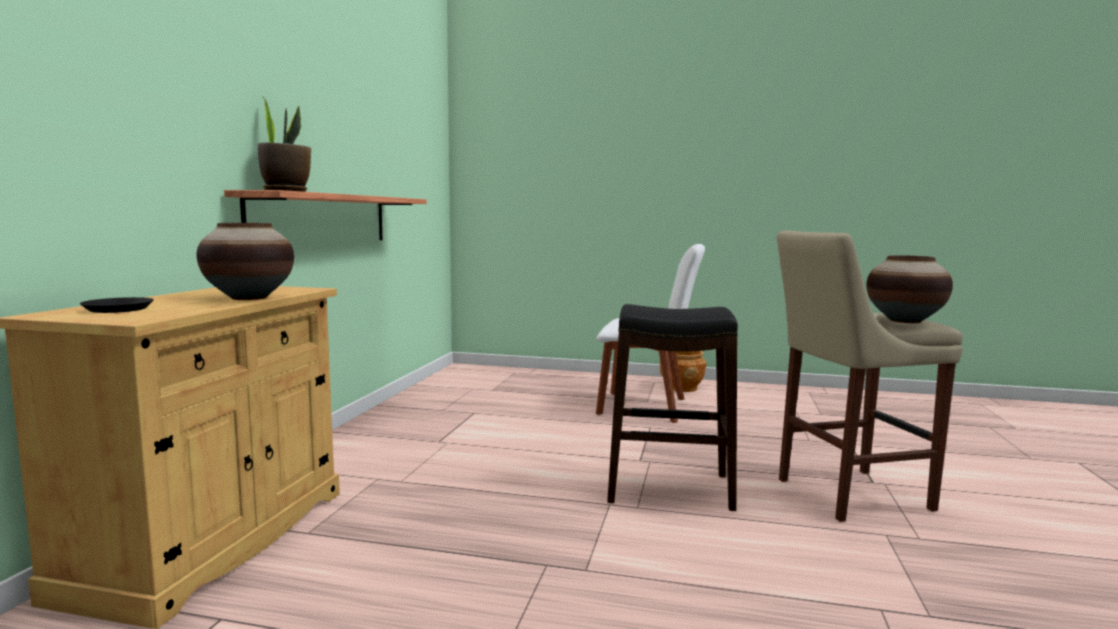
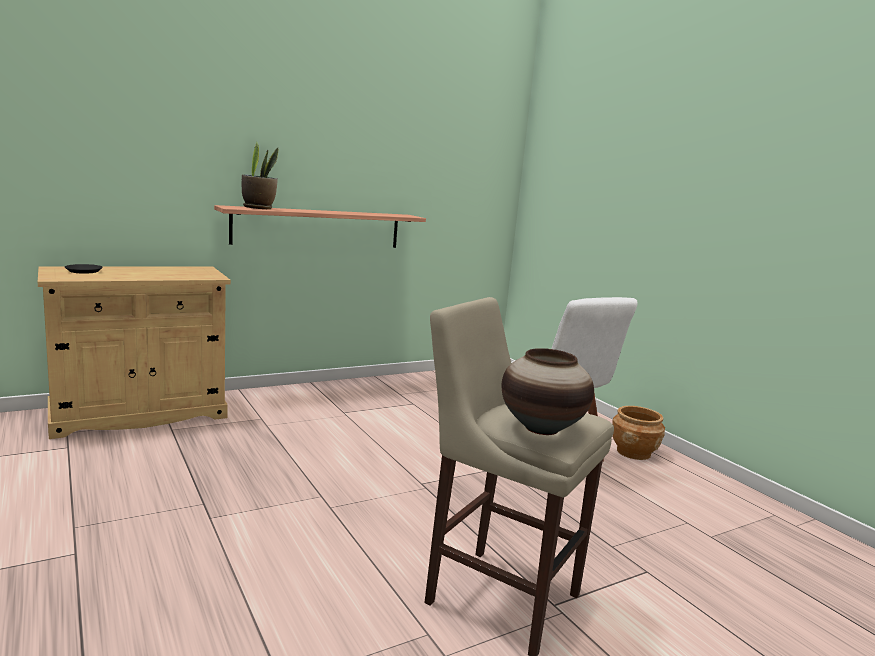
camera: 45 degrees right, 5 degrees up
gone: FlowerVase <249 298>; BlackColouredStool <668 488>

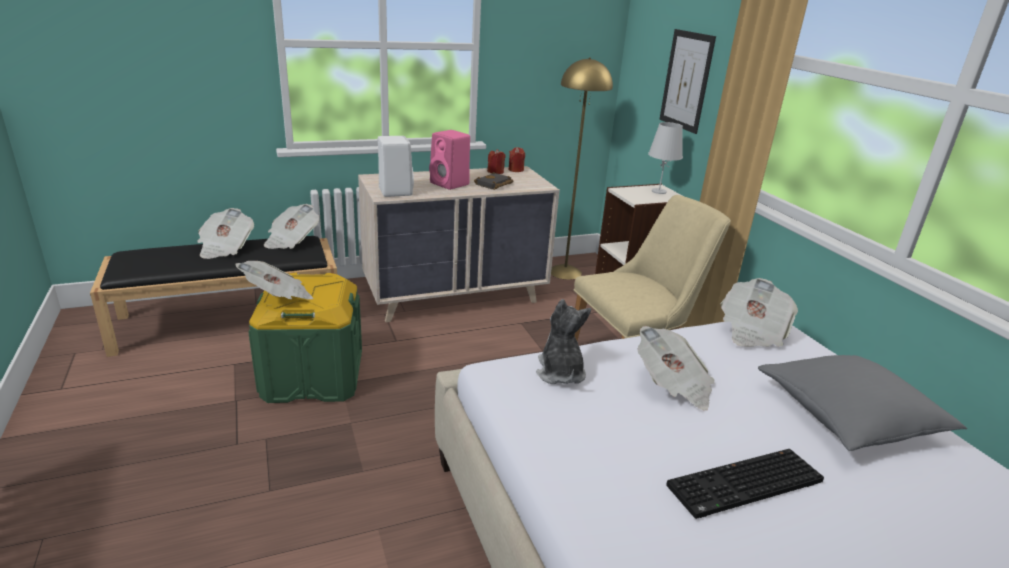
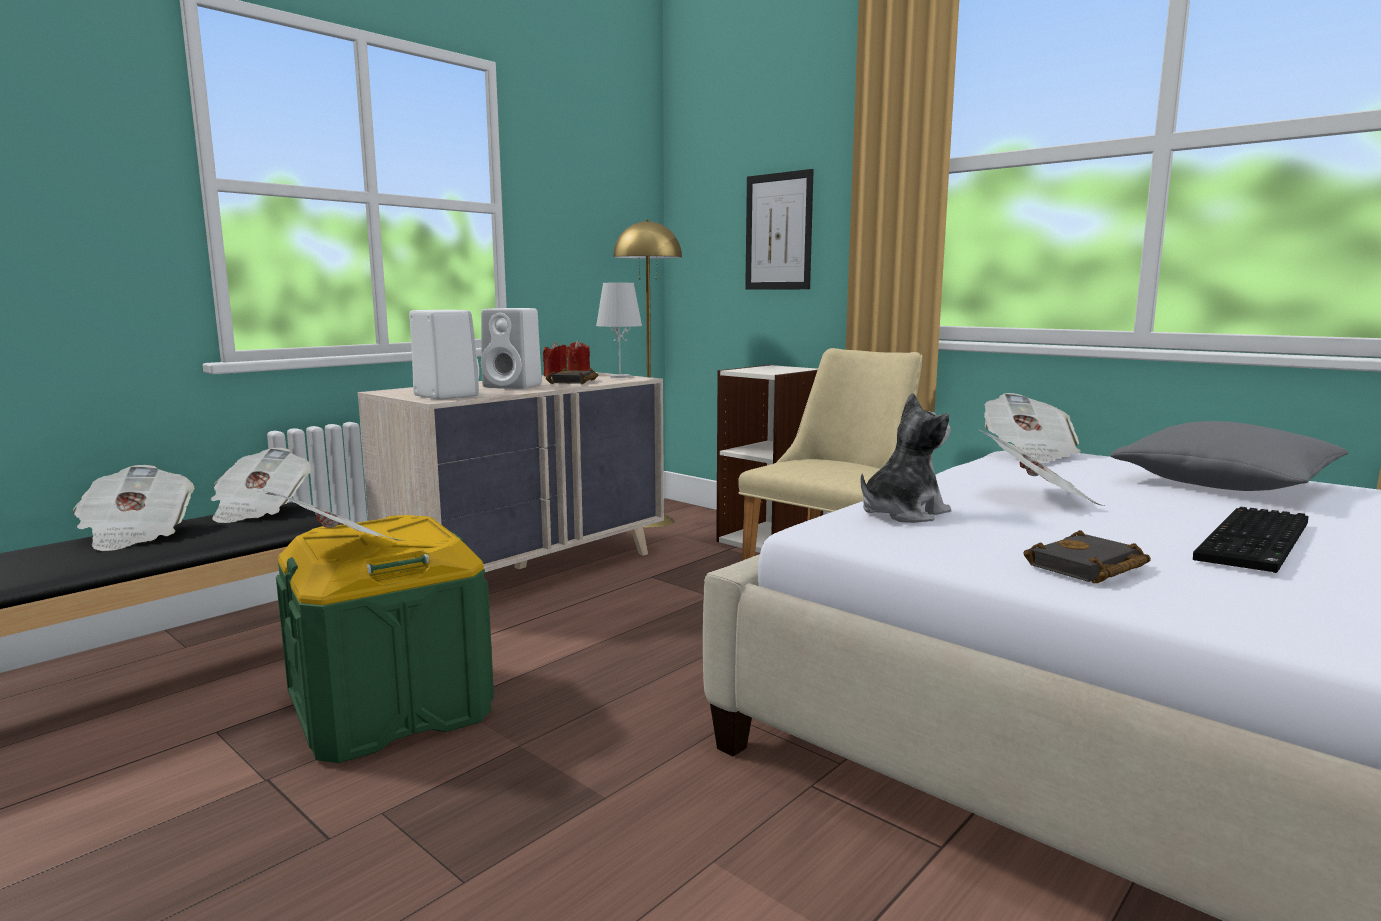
camera: 25 degrees left, 15 degrees down
new: BlackColouredBook <1087 568>
shifted: WhiteColouredLampForATable <659 191> to <620 376>
repainted: PinkAudioSpeaker <450 184> to WhiteColouredAudioSpeaker <514 386>
rotated: PlushToy <560 372> = <902 513> 90 degrees clockwise

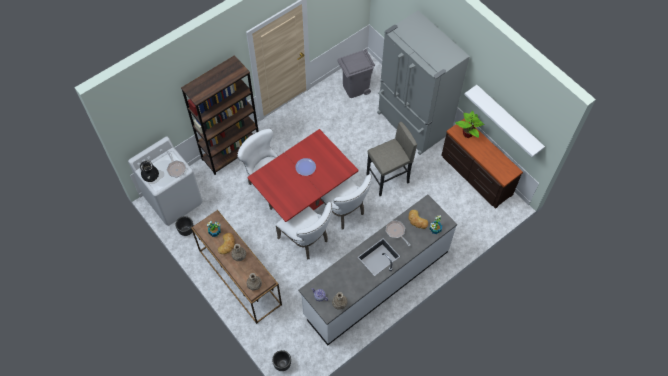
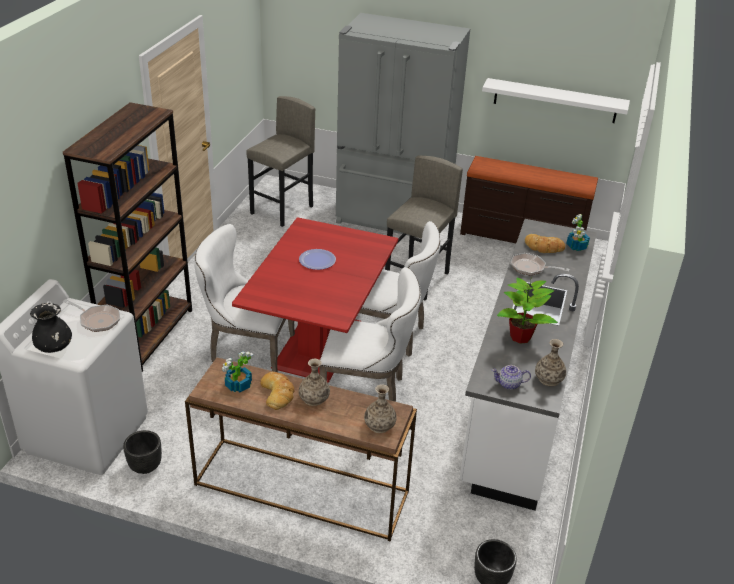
camera: 35 degrees left, 25 degrees down
shifted: PlantInAPot <468 134> to <521 337>
swapped: GreyRubbishBin <355 88> to GreyStool <282 210>

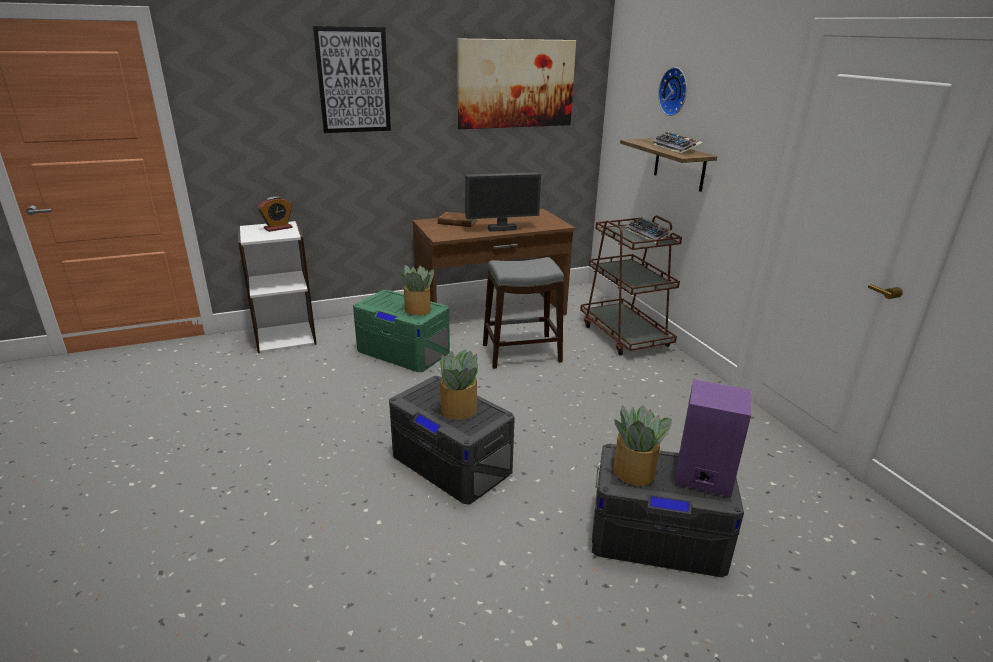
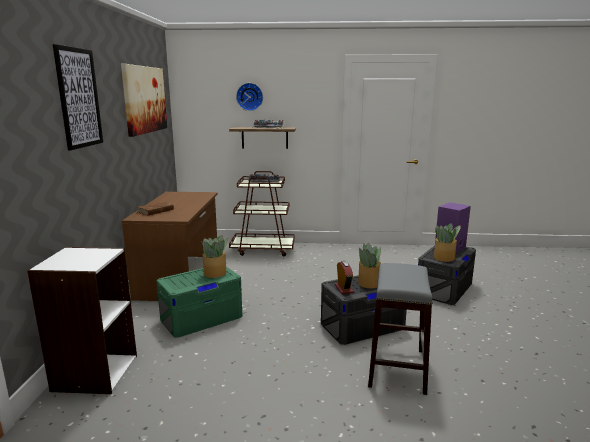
camera: 65 degrees left, 10 degrees down
gone: ComputerDisplay <501 229>
shifted: AlarmClock <278 228> to <343 289>; GreyStool <522 353> to <397 367>

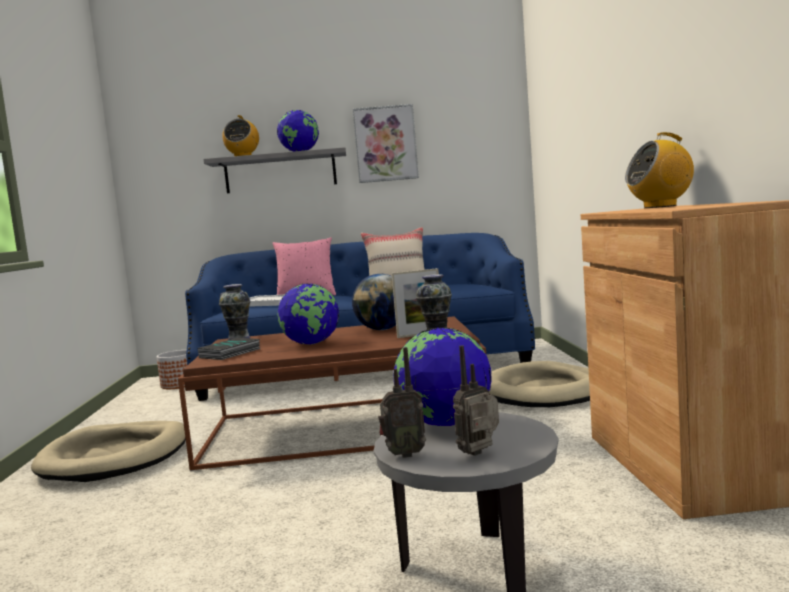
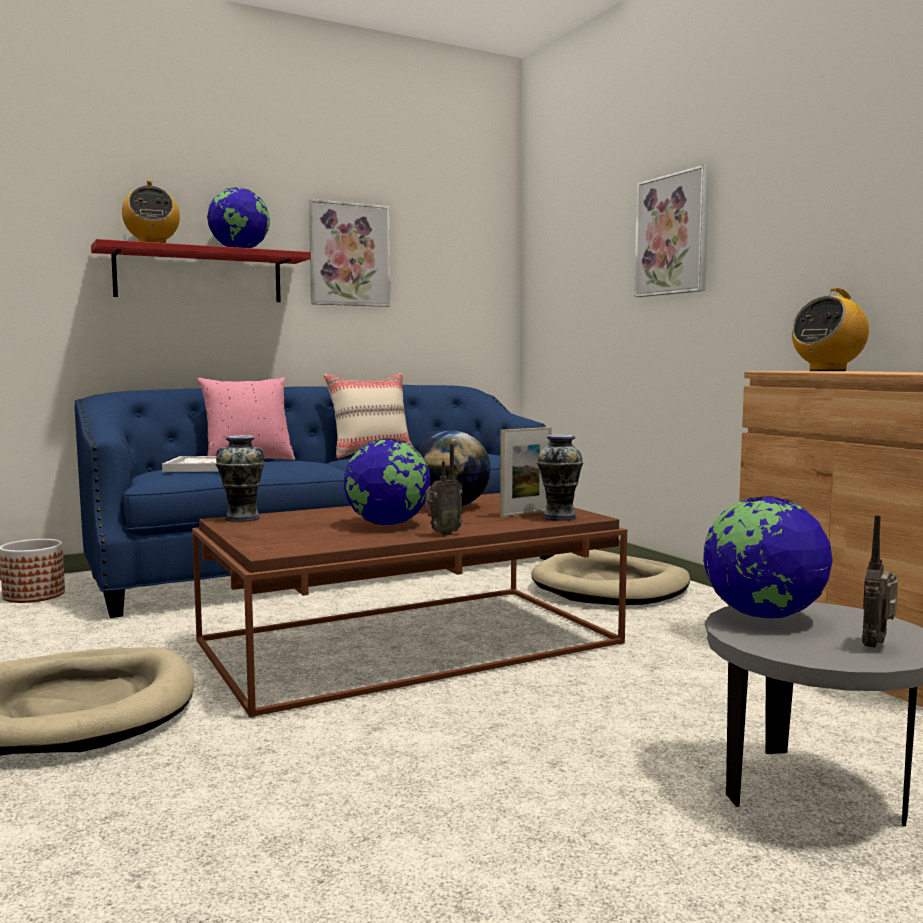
camera: 25 degrees left, 0 degrees up
gone: Book <230 353>
new: WallPicture <672 235>
shifted: RadioReceiver <403 454> to <442 534>
repainted: GreyShelf <280 172> to RedShelf <199 275>

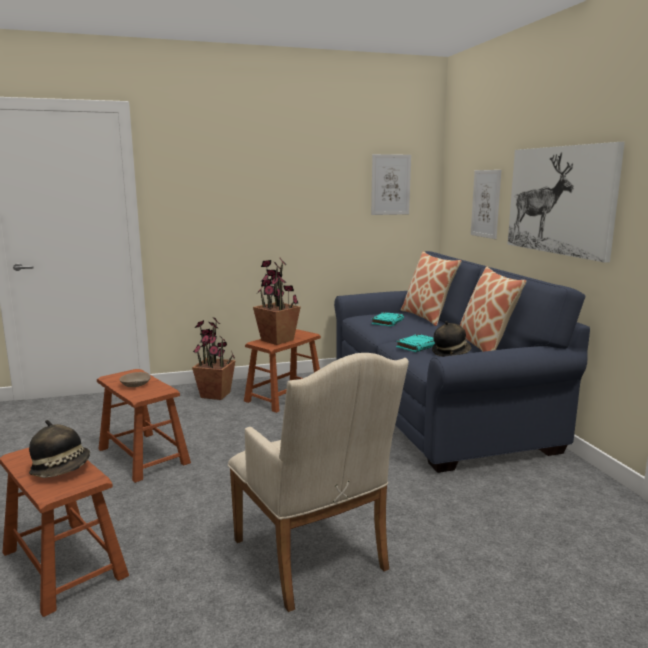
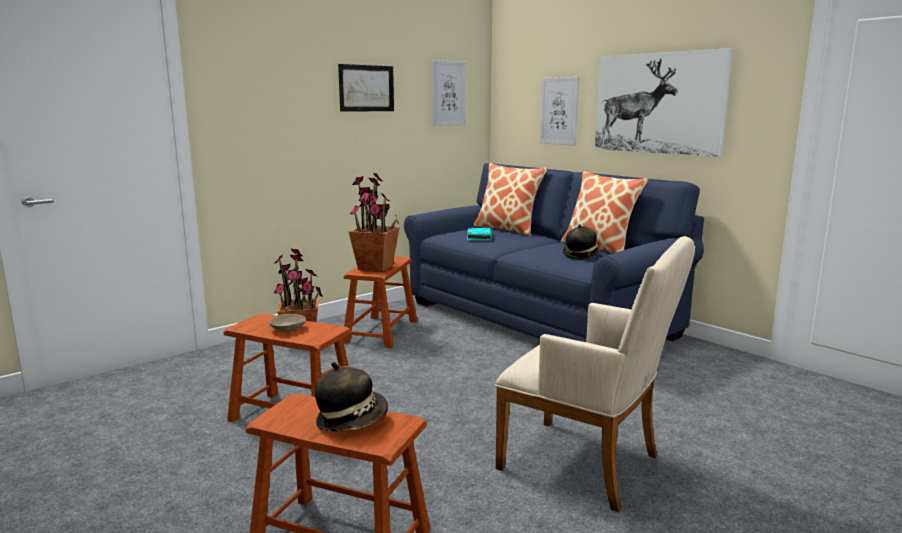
camera: 25 degrees left, 0 degrees up
gone: BlueGreenBook <417 346>
new: WallPicture <366 88>

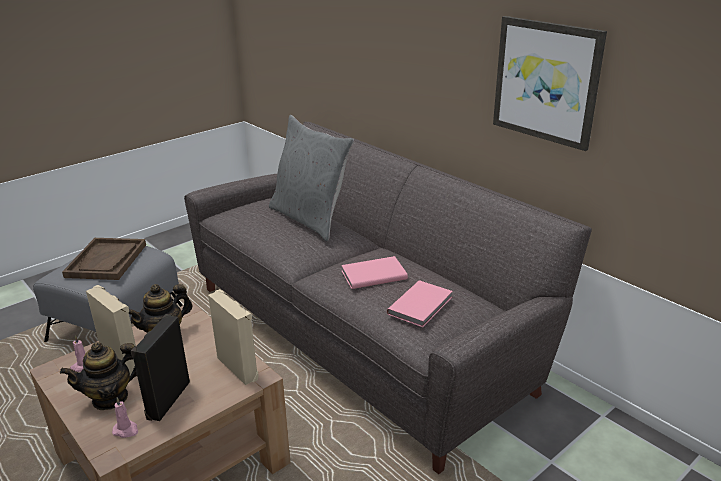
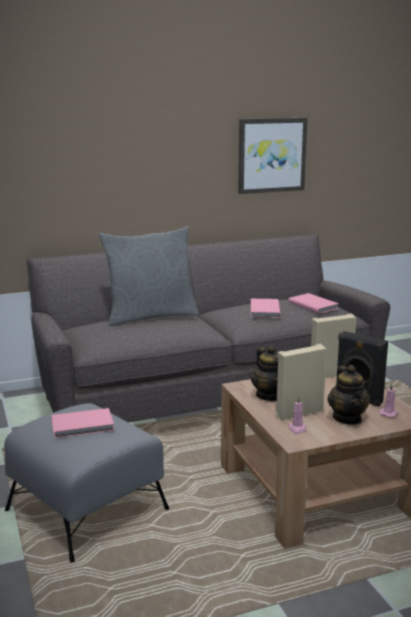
camera: 70 degrees left, 10 degrees down
swapped: BrownishCarryingTray <106 261> to PinkBook <83 425>

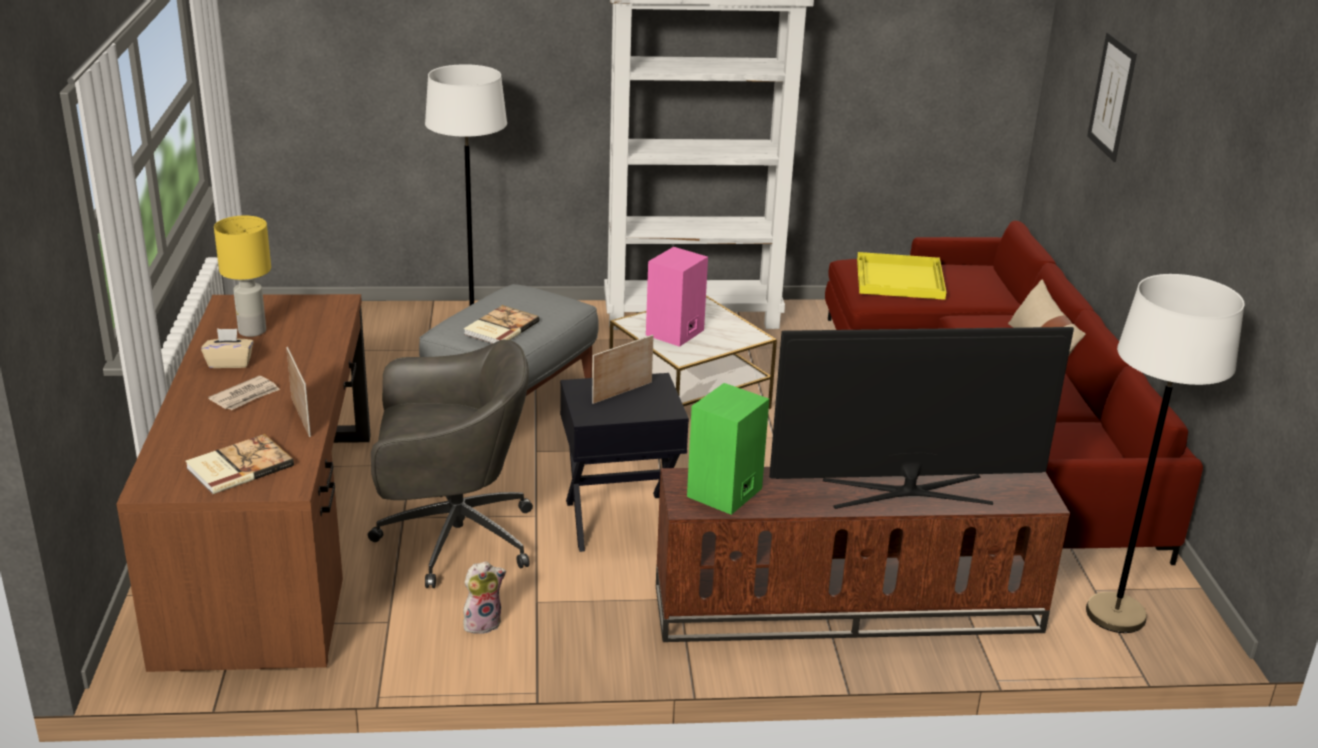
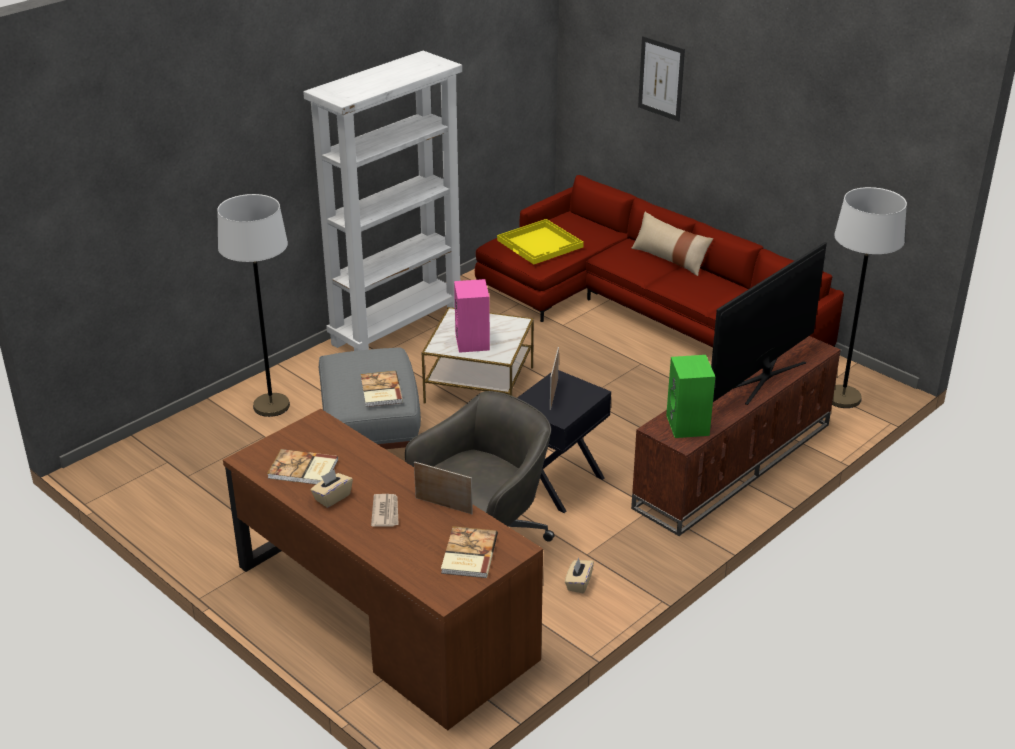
camera: 40 degrees left, 5 degrees up
swapped: YellowLampForATable <252 331> to Book <303 470>; PlushToy <483 623> to BeigeColouredTissueHolder <578 583>

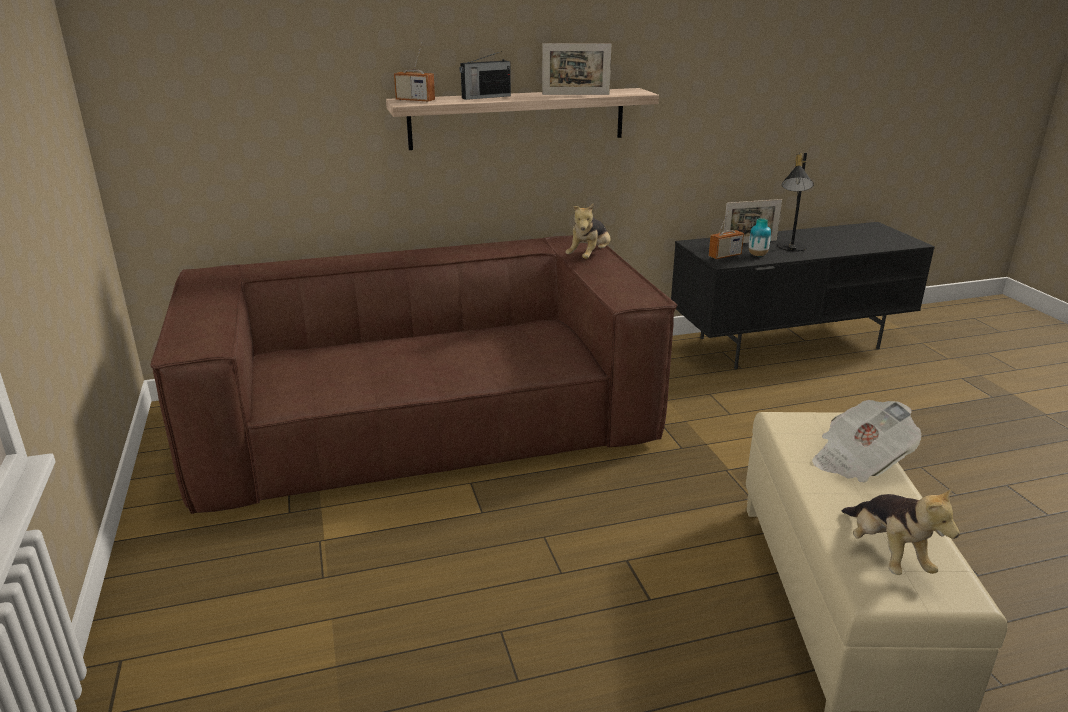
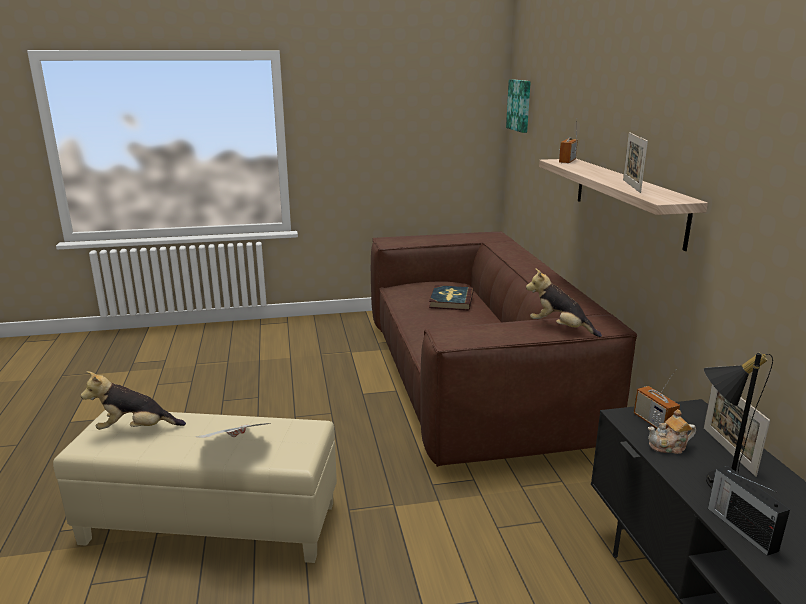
camera: 95 degrees right, 5 degrees down
new: WallPicture <520 105>; Book <451 300>
shifted: RadioReceiver <485 97> to <740 528>
swapped: FlowerVase <757 255> to PotForTea <669 447>

